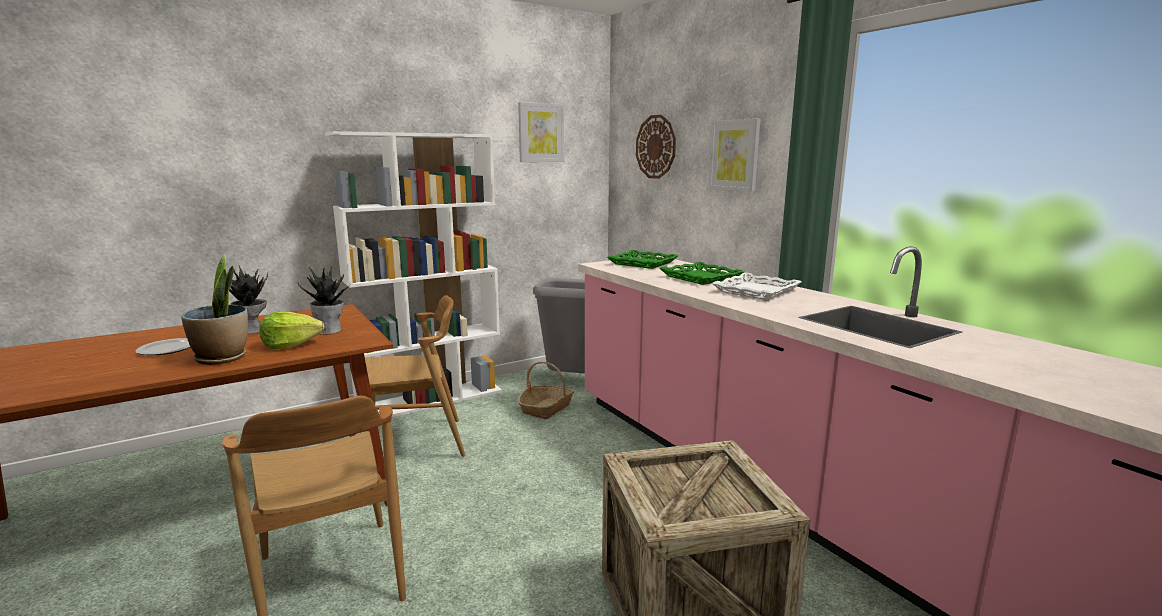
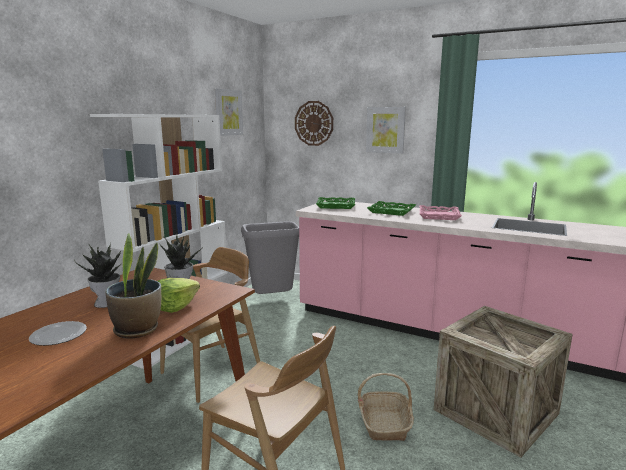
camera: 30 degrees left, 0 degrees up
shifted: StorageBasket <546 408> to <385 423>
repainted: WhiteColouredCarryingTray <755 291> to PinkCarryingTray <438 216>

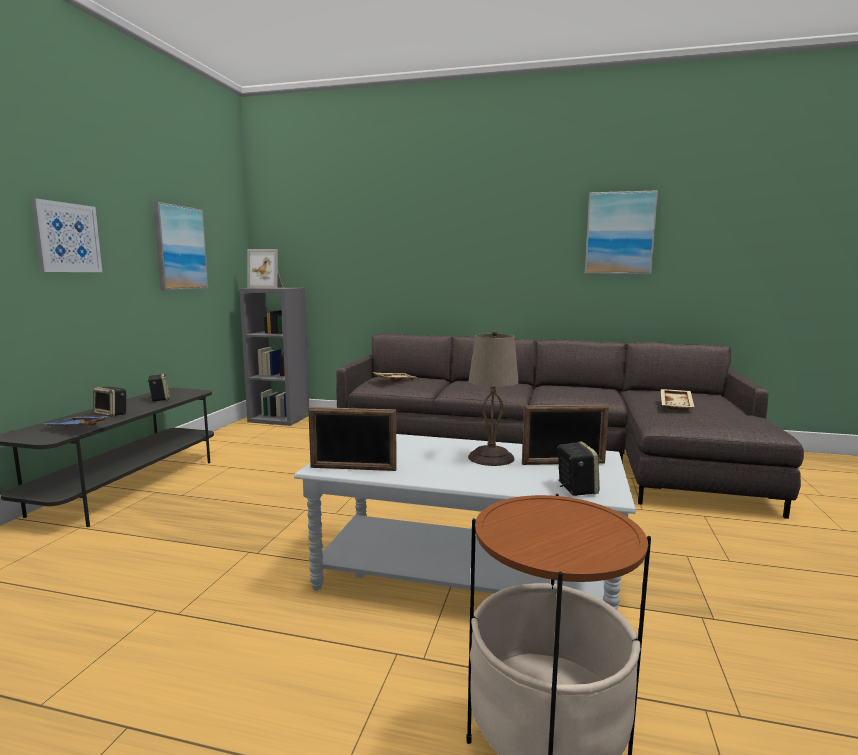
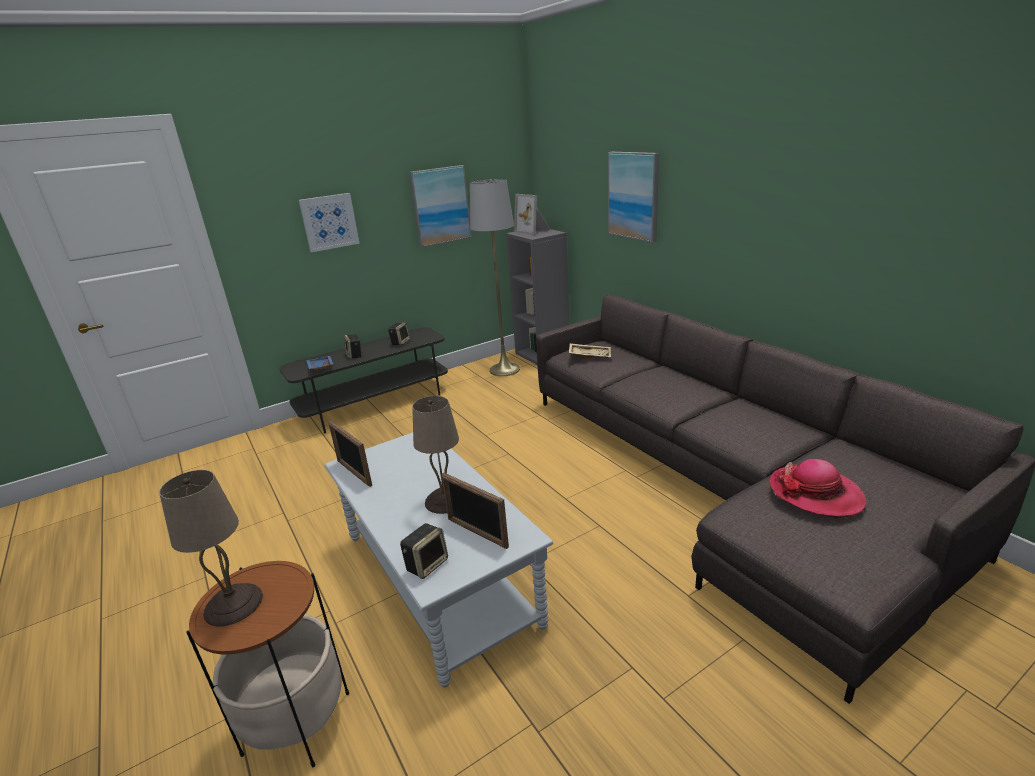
camera: 45 degrees right, 15 degrees up
new: GreyStandardLamp <504 369>; BeigeColouredLampForATable <232 605>
shifted: WallPicture <619 233> to <634 195>
swapped: BeigeColouredCarryingTray <677 405> to WearableHat <815 494>

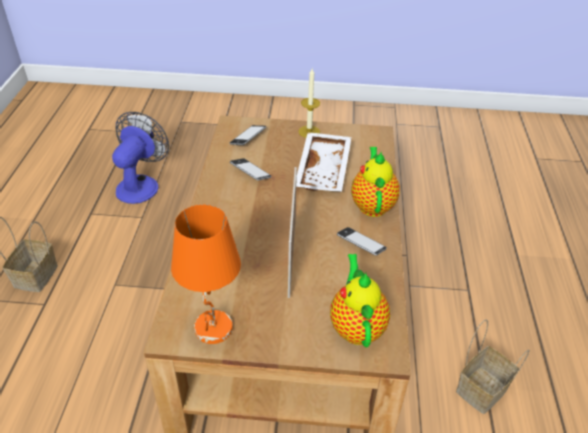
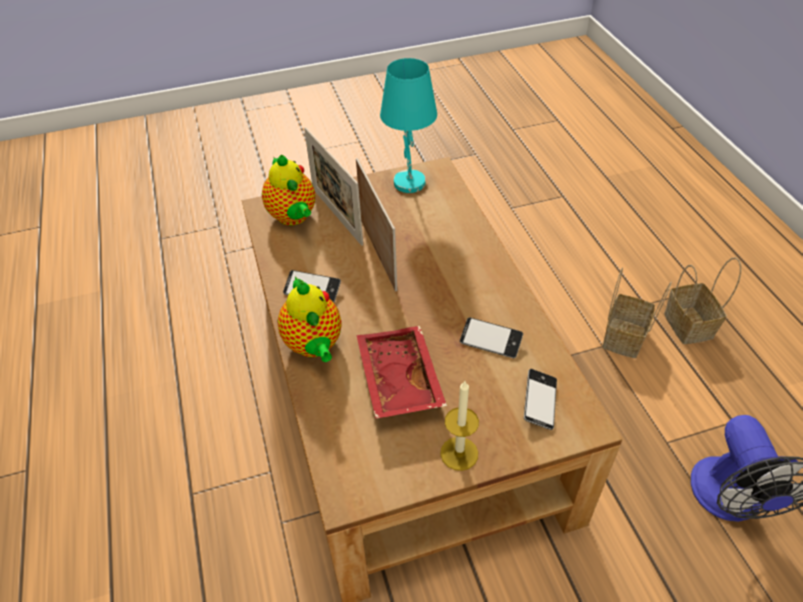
camera: 160 degrees right, 5 degrees up
new: PictureFrame <337 216>
shifted: StorageBasket <482 388> to <624 339>
repainted: WhiteColouredCarryingTray <324 170> to RedCarryingTray <397 380>; OrangeLampForATable <214 329> to BlueGreenLampForATable <408 182>

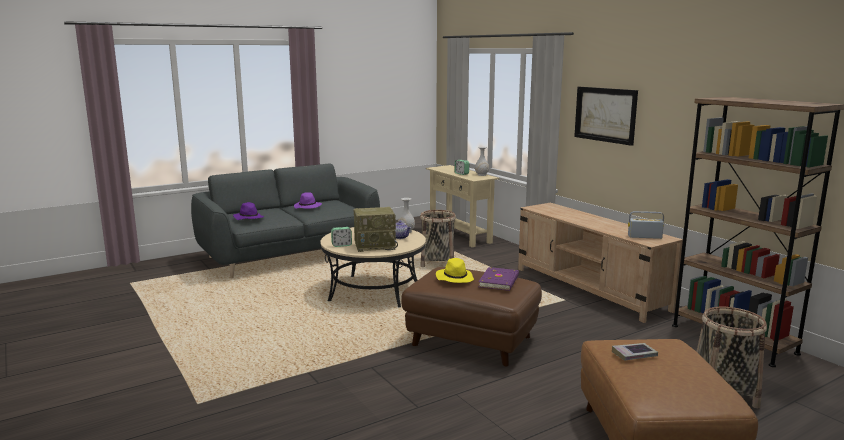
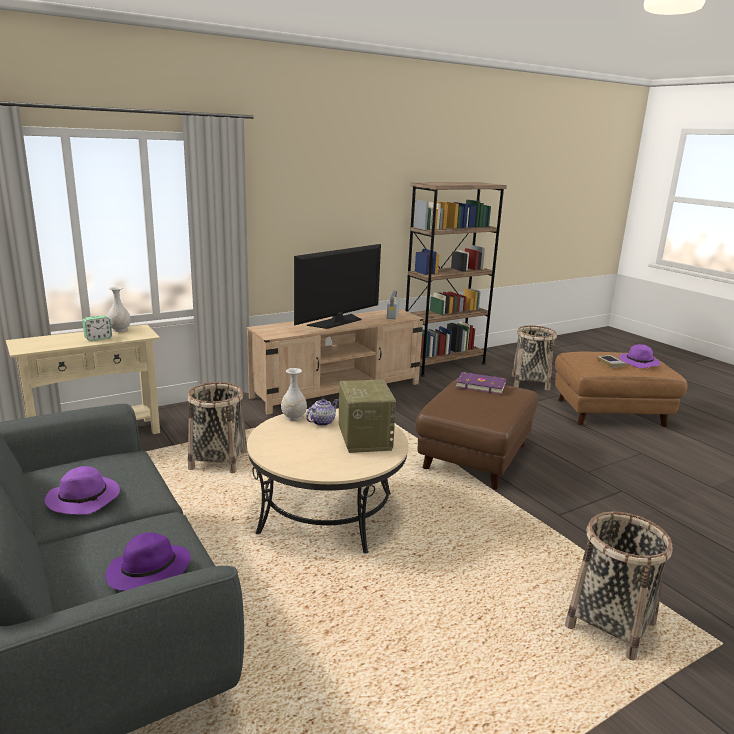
camera: 90 degrees left, 5 degrees up
gone: WallPicture <605 114>; AlarmClock <341 245>; YellowWearableHat <454 278>
new: Tv <337 322>; PurpleColouredWearableHat <639 363>; StorageBasket <610 625>

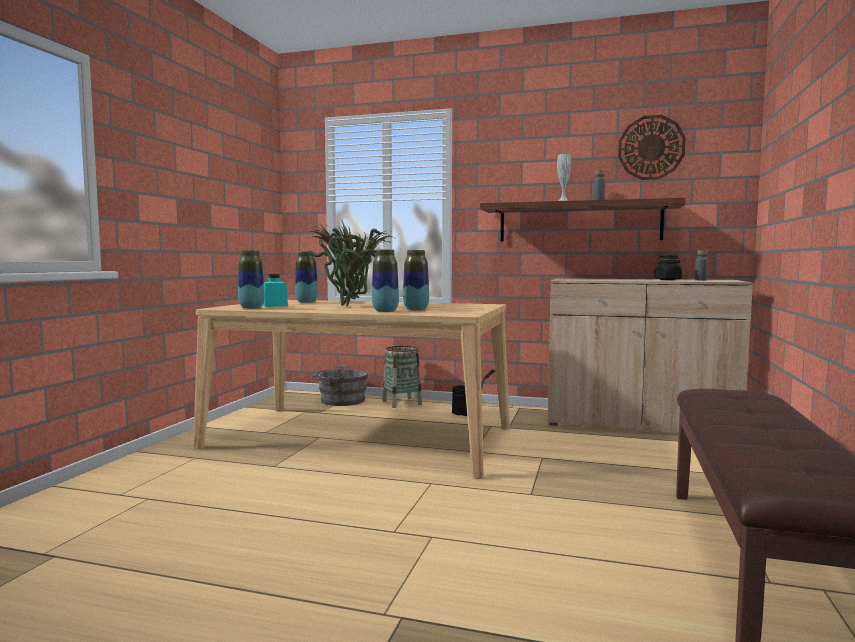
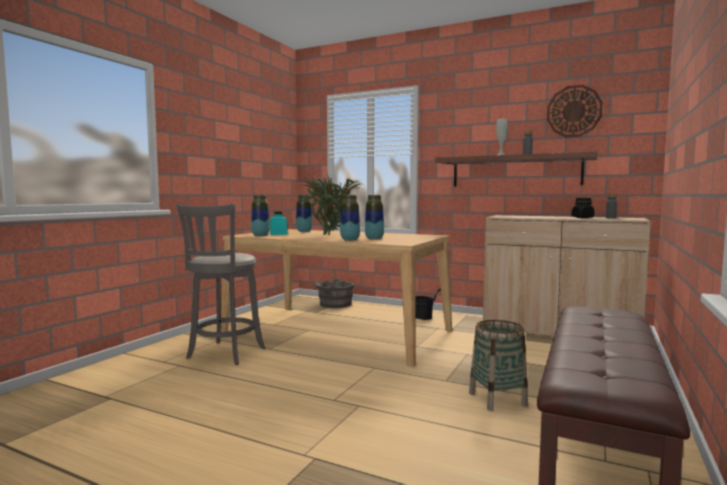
camera: 10 degrees right, 0 degrees up
new: GreyStool <224 354>
shifted: StorageBasket <402 403> to <497 399>

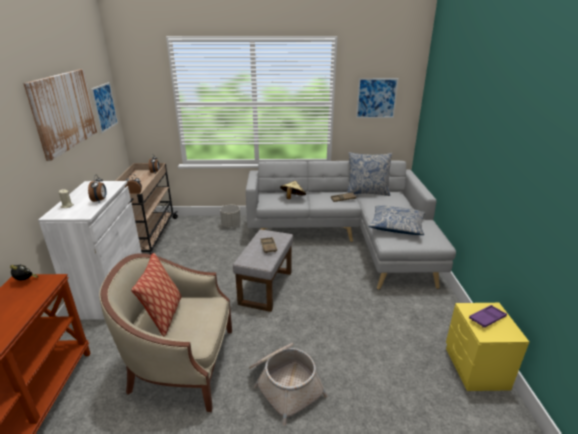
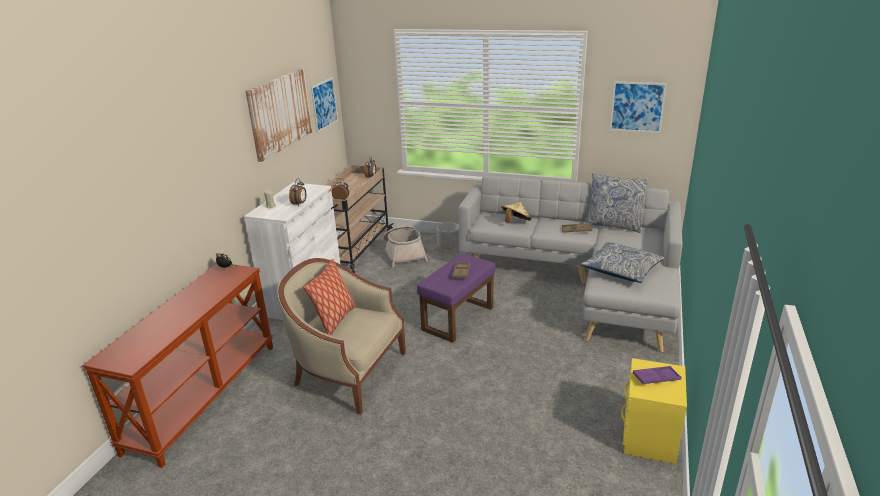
camera: 20 degrees right, 0 degrees up
shifted: StorageBasket <284 385> to <404 253>
repainted: GreyPouffe <265 287> to PurpleColouredPouffe <458 318>

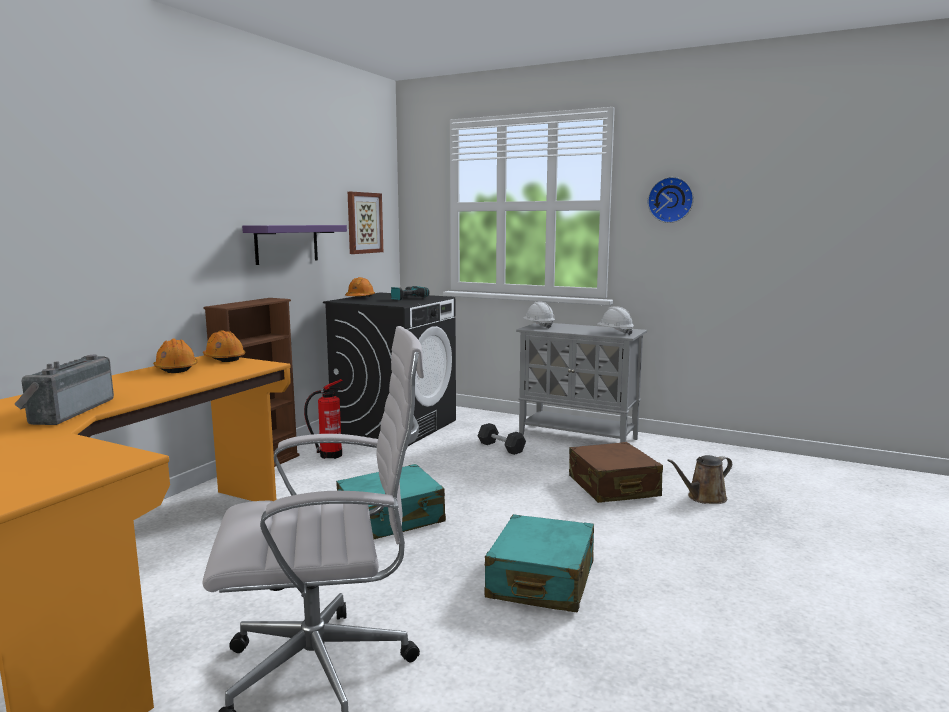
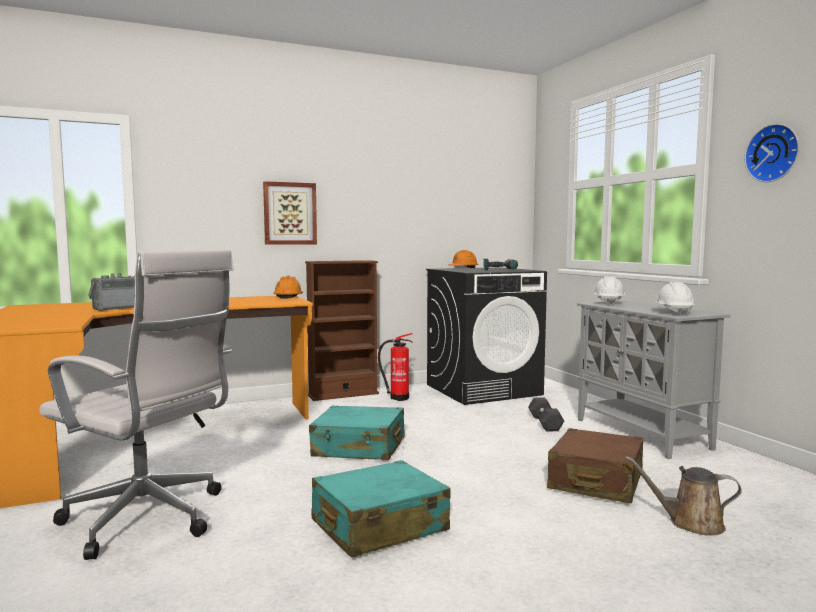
camera: 40 degrees right, 5 degrees down
gone: PurpleColouredShelf <287 244>; OrangeSafetyHelmet <176 369>
shifted: WallPicture <364 223> to <290 213>

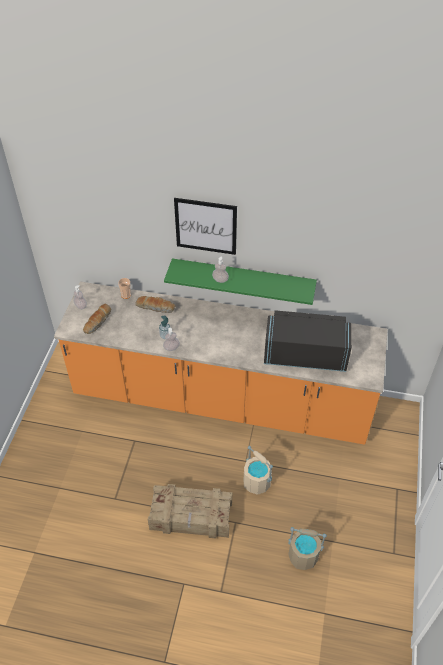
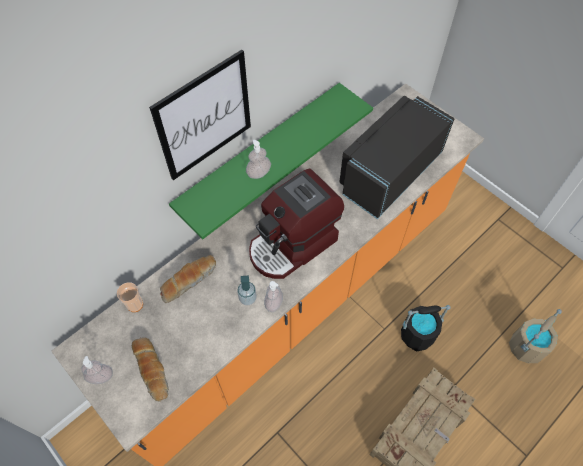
camera: 55 degrees left, 10 degrees up
new: CoffeeMachine <293 245>
repainted: BeigeColouredBucket <257 482> to BlackColouredBucket <417 334>

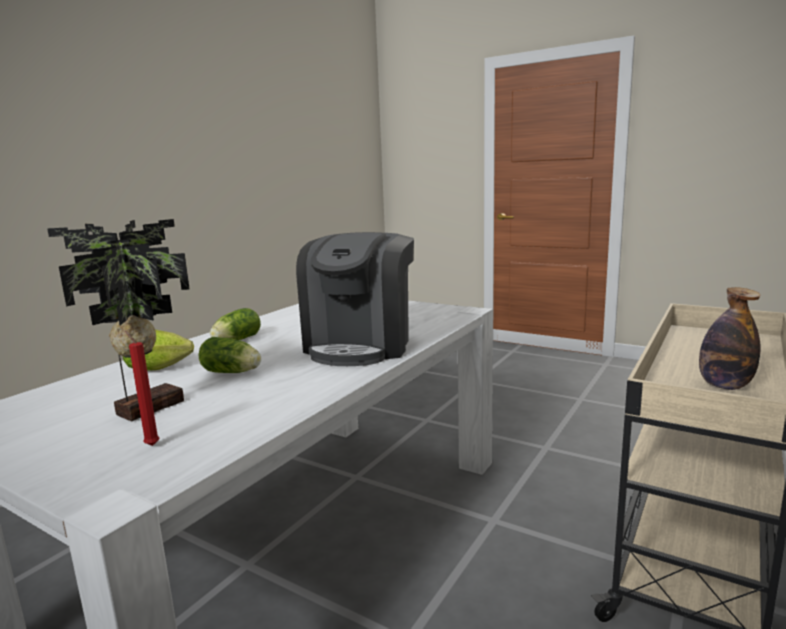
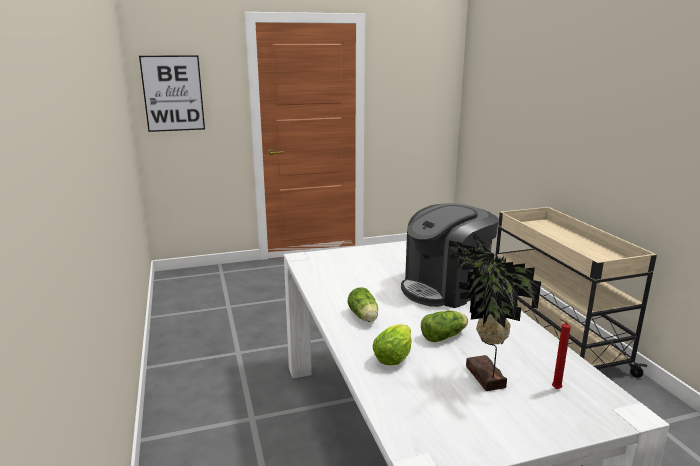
camera: 50 degrees left, 5 degrees up
gone: DrinkBottle <724 386>
new: WallPicture <173 93>
rotated: CoffeeMachine <361 345> = <445 288> 90 degrees clockwise

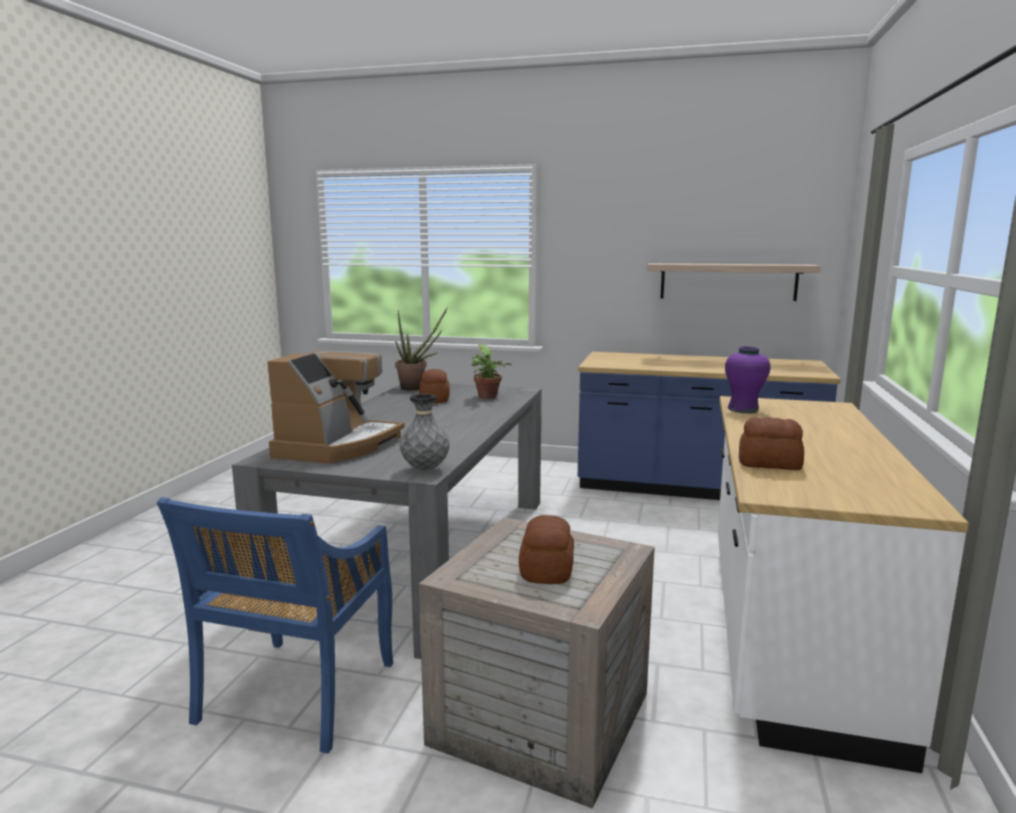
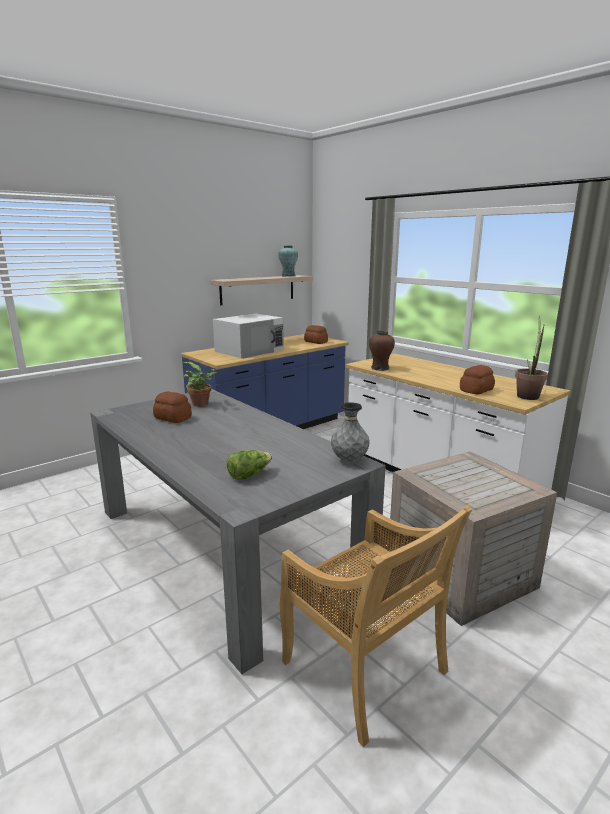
camera: 55 degrees left, 5 degrees up
new: BlueGreenFlowerVase <288 276>; WhiteColouredMicrowave <250 350>
shifted: PlantInAPot <416 388> to <528 395>; BakeryBread <547 569> to <316 342>
swapped: CoffeeMachine <338 446> to Lettuce <249 475>
repainted: PurpleColouredFlowerVase <743 409> to BrownishFlowerVase <380 368>; BlueColouredChair <296 695> to BeigeColouredChair <366 669>

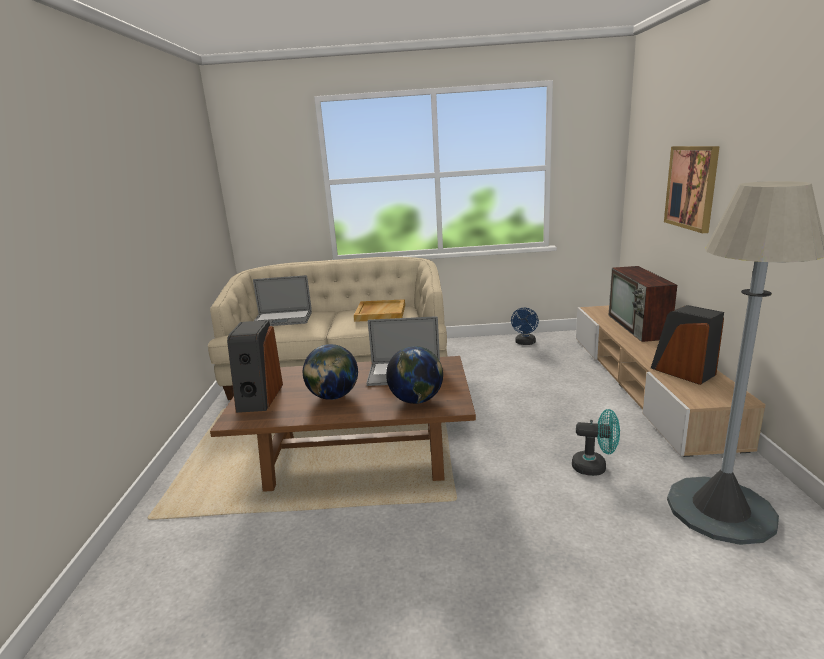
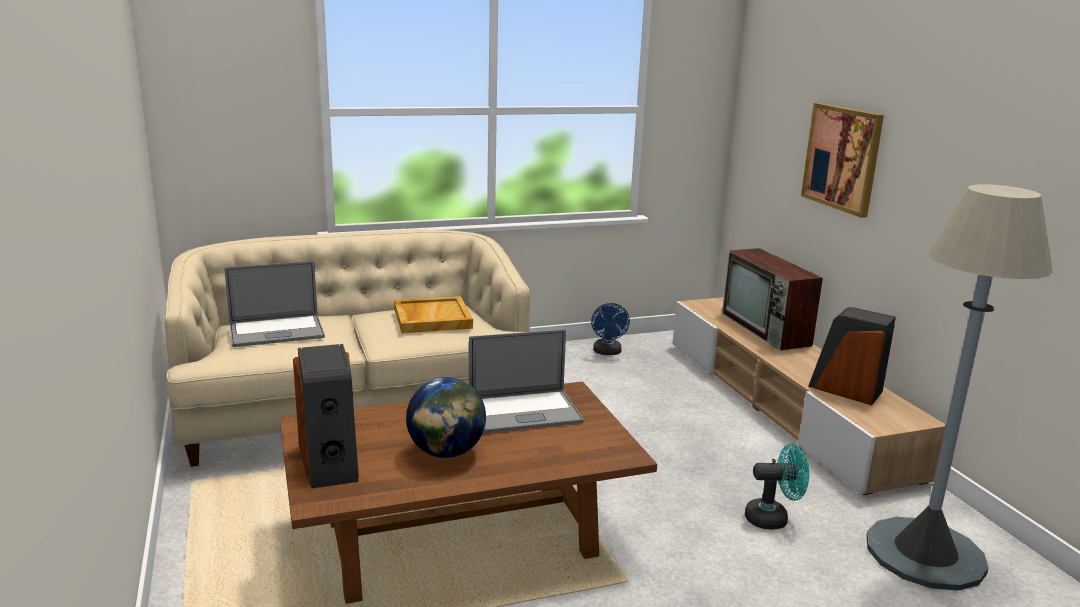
camera: 20 degrees left, 0 degrees up
gone: DeskGlobe <416 400>

